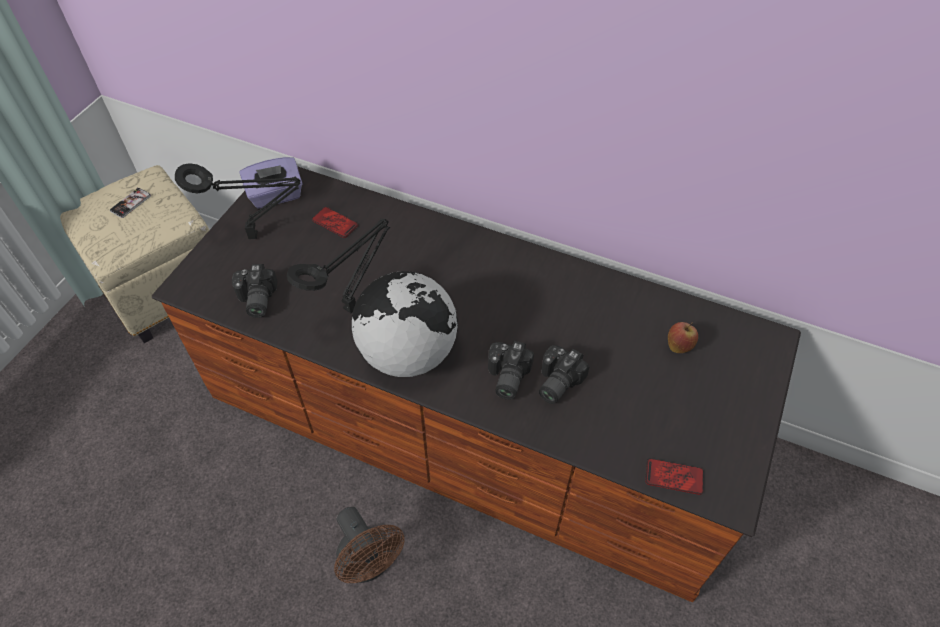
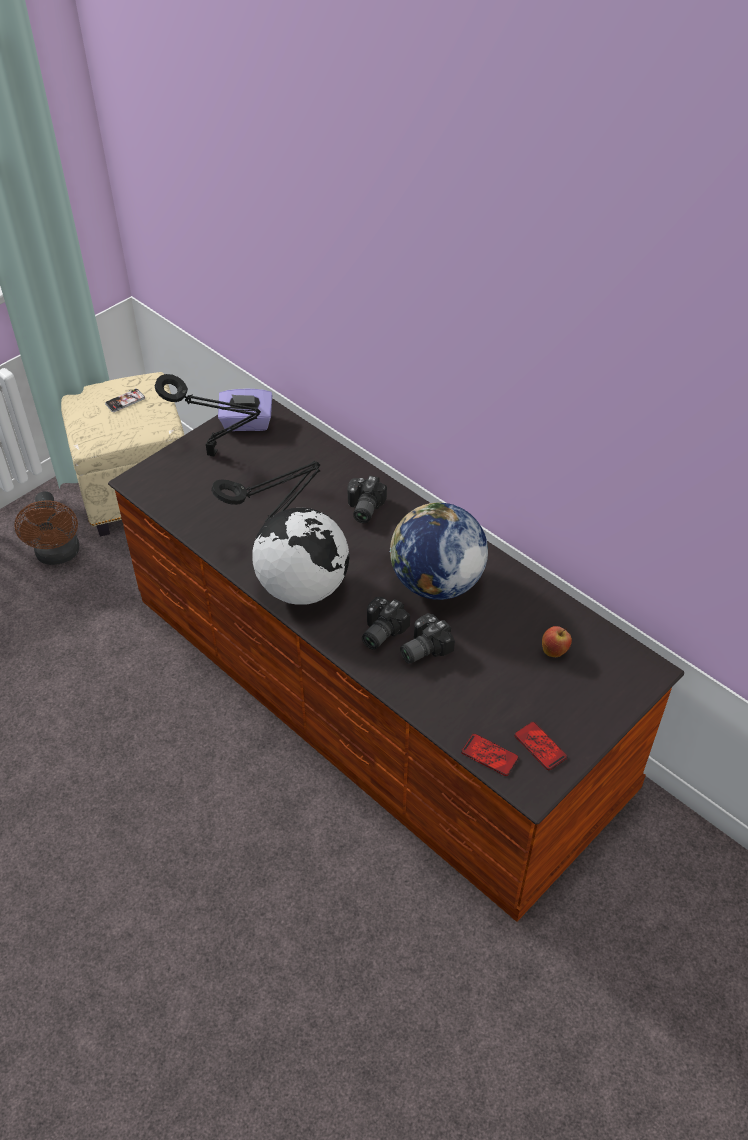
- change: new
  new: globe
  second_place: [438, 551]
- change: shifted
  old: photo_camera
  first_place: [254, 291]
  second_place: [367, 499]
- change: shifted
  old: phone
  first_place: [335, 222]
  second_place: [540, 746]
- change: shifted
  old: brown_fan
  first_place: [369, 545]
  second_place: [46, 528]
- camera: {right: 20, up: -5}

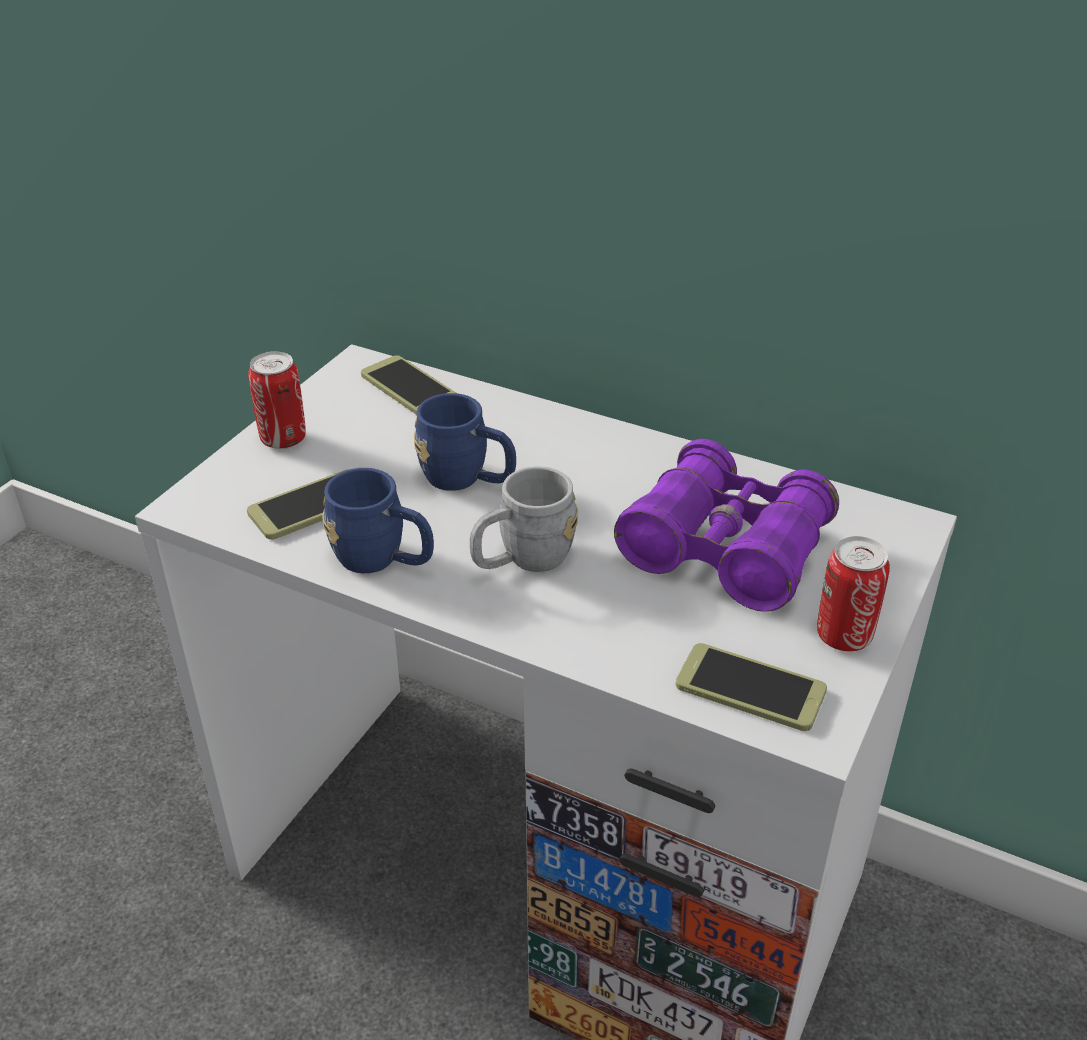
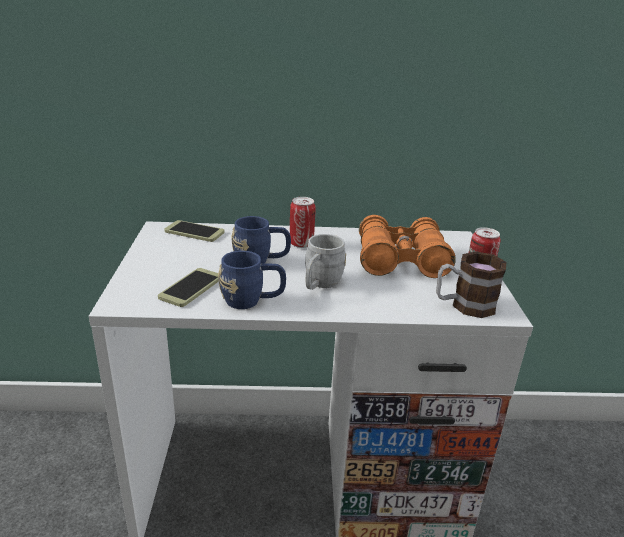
- change: shifted
  old: can
  first_place: [277, 400]
  second_place: [303, 222]
- change: swapped
  old: phone
  new: mug
  first_place: [751, 687]
  second_place: [471, 284]
- change: repainted
  old: purple_binoculars
  new: orange_binoculars
  first_place: [726, 525]
  second_place: [407, 246]
- camera: {right: -30, up: -10}

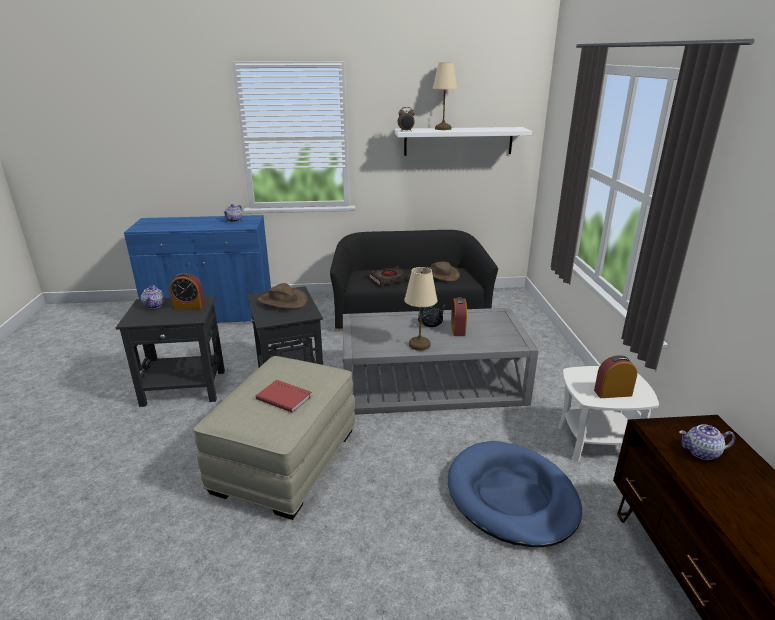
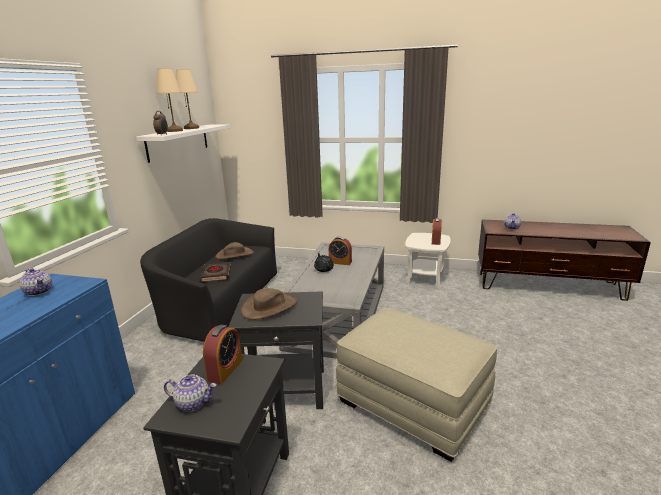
- change: gone
  old: red_book
  first_place: [284, 396]
- change: gone
  old: blue_dog_bed
  first_place: [515, 494]
- change: shifted
  old: beige_table_lamp
  first_place: [421, 309]
  second_place: [187, 99]
- camera: {right: -70, up: -5}

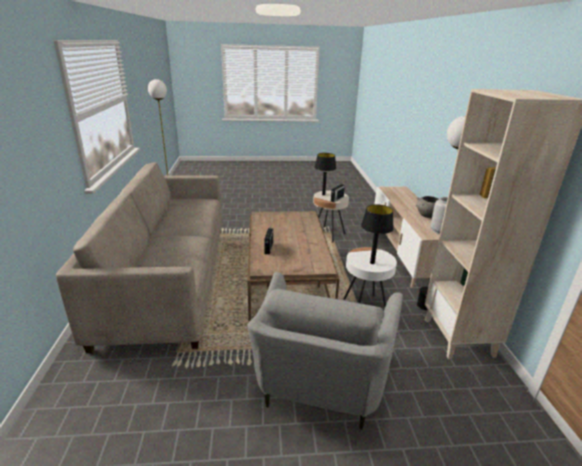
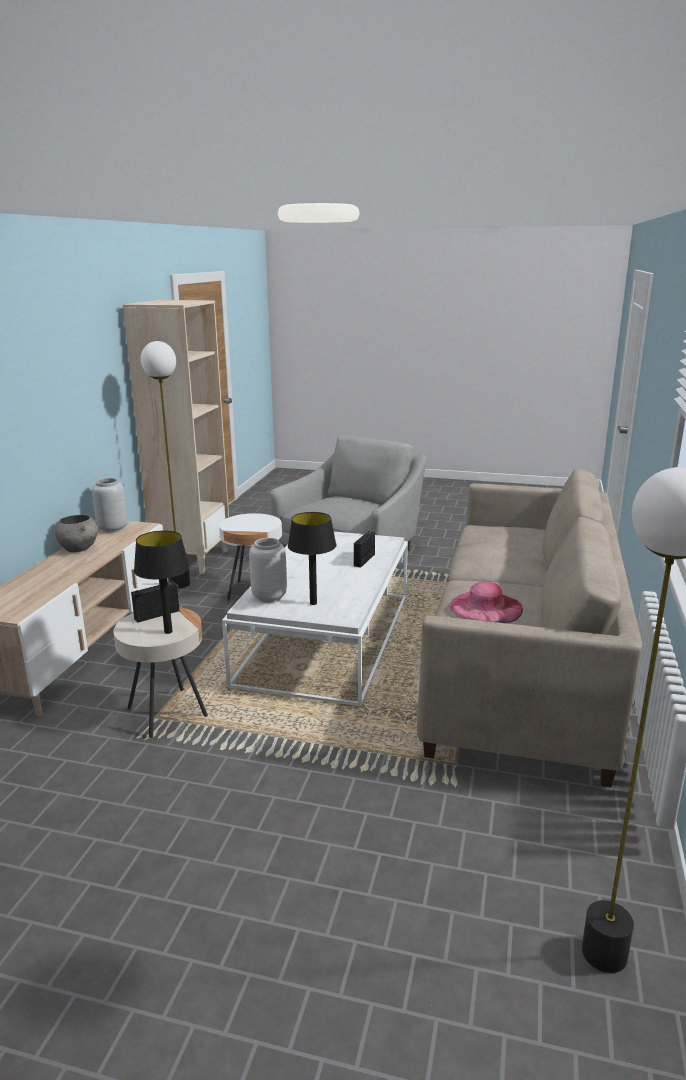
- change: new
  new: grey_vase
  second_place: [268, 570]
- change: new
  new: pink_hat
  second_place: [486, 602]
- change: shifted
  old: black_table_lamp
  first_place: [377, 234]
  second_place: [312, 558]
- change: repainted
  old: brown_coffee_table
  new: white_coffee_table
  first_place: [293, 266]
  second_place: [315, 619]
- camera: {right: -160, up: -5}

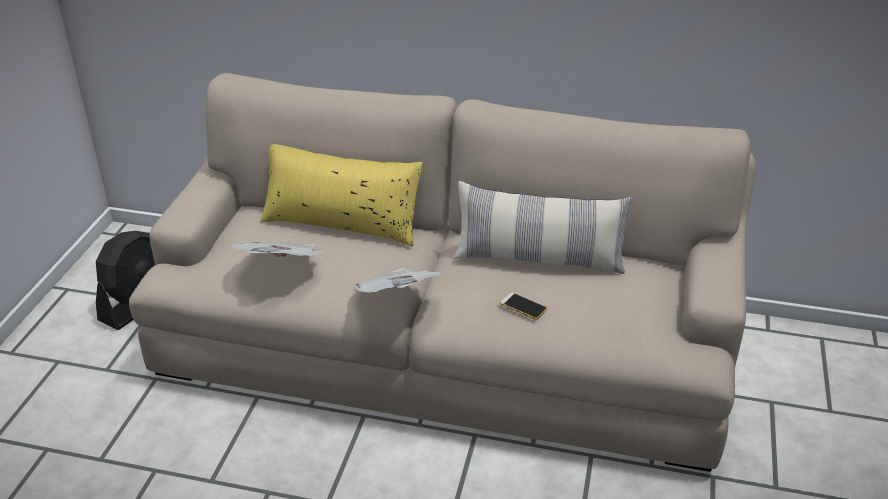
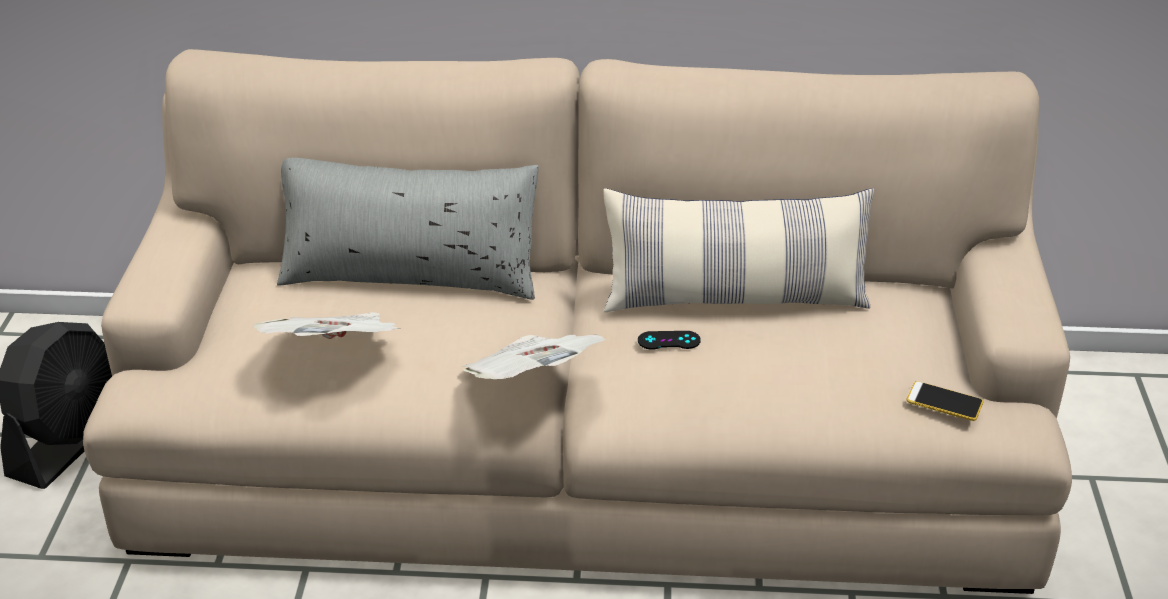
- change: new
  new: black_game_controller
  second_place: [669, 340]
- change: shifted
  old: phone
  first_place: [523, 306]
  second_place: [945, 401]
- change: repainted
  old: yellow_pillow
  new: grey_pillow
  first_place: [341, 195]
  second_place: [408, 229]
- camera: {right: -10, up: 0}

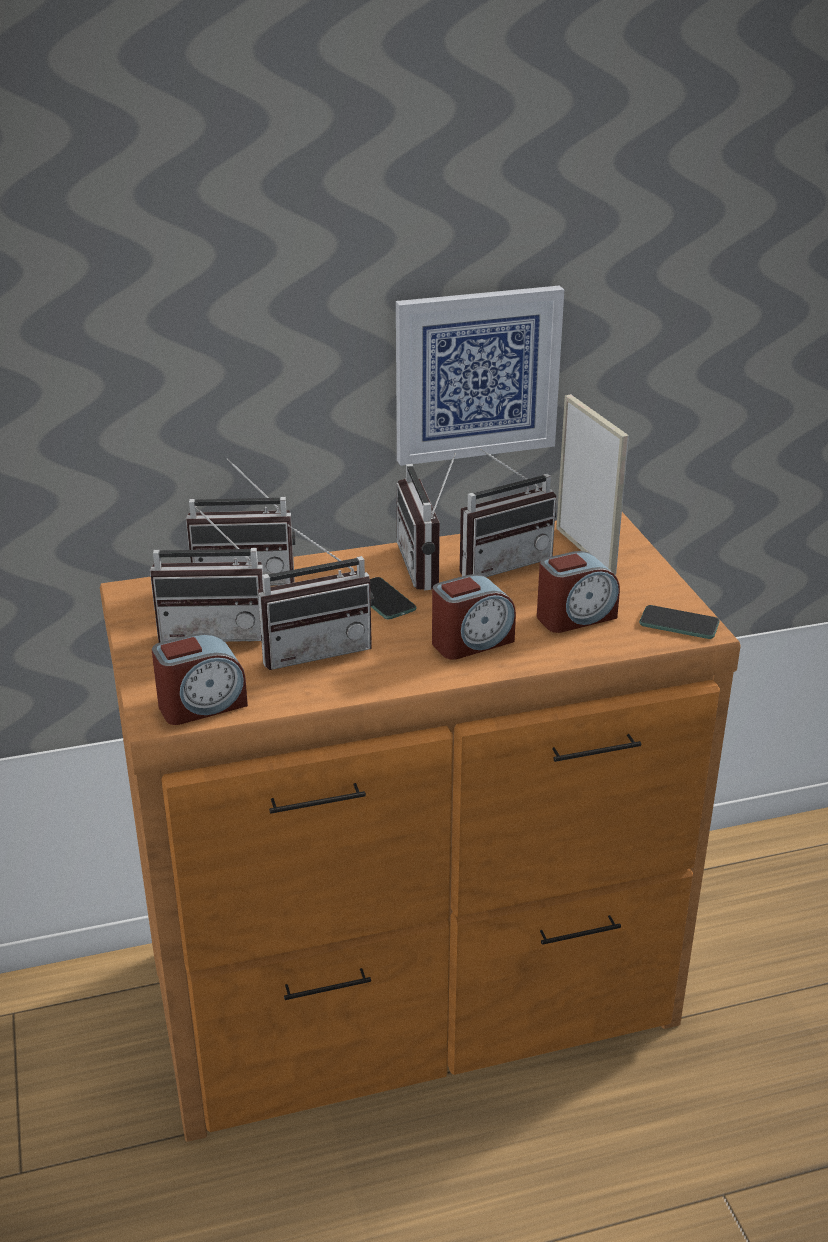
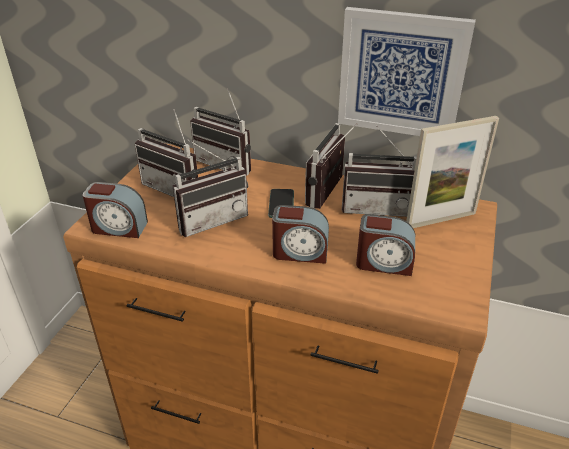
- change: gone
  old: phone
  first_place: [679, 622]
- change: rotated
  old: radio
  first_place: [316, 597]
  second_place: [210, 188]
  degrees: -45
- change: rotated
  old: picture_frame
  first_place: [592, 484]
  second_place: [452, 172]
  degrees: 60
- camera: {right: 35, up: 5}

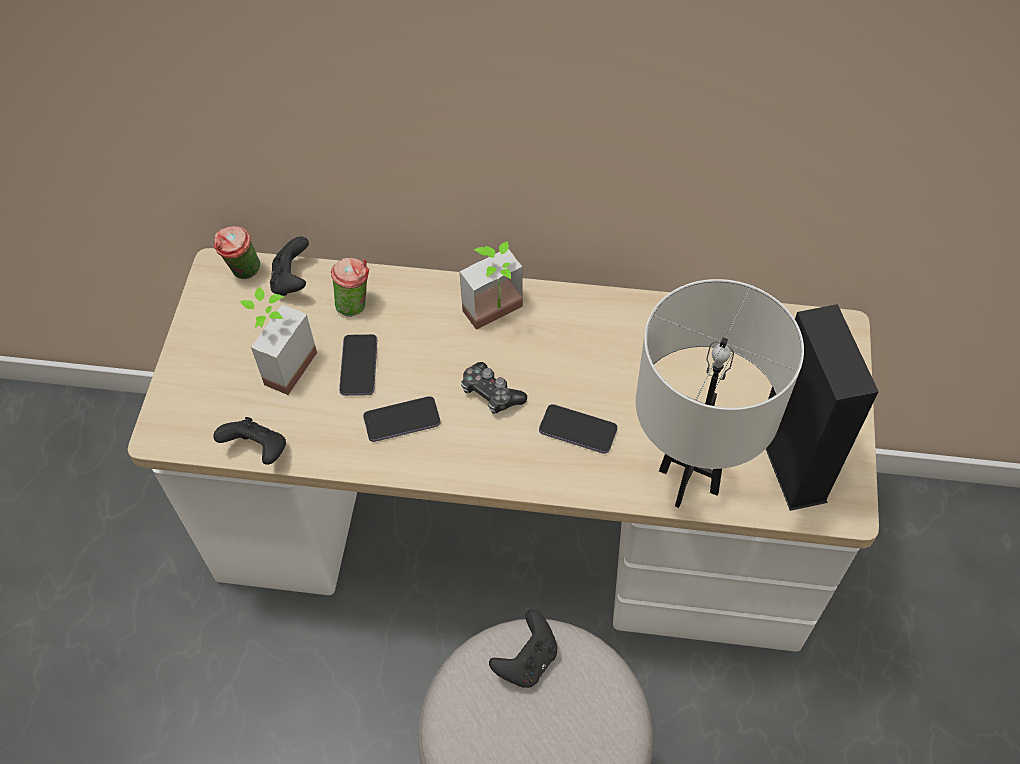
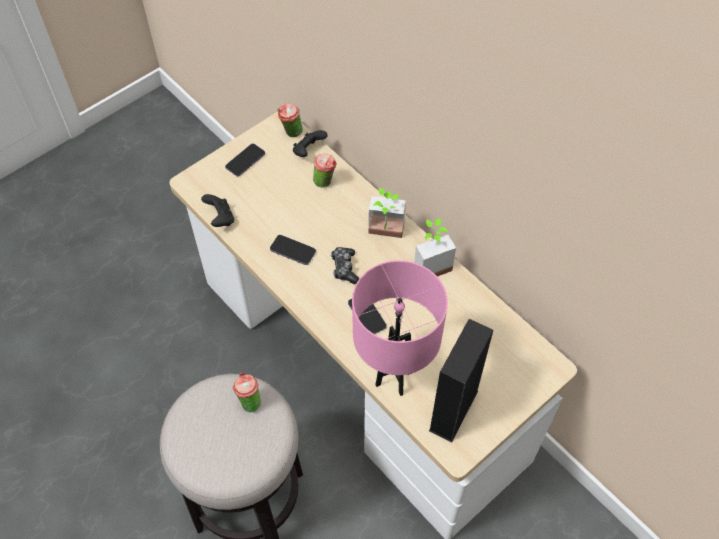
- change: shifted
  old: potted_plant
  first_place: [278, 341]
  second_place: [435, 247]
- change: shifted
  old: phone
  first_place: [358, 365]
  second_place: [245, 160]
- change: swapped
  old: black_game_controller
  new: cup
  first_place: [523, 649]
  second_place: [247, 392]
- change: repainted
  old: white_table_lamp
  new: pink_table_lamp
  first_place: [720, 393]
  second_place: [400, 328]
- camera: {right: 40, up: 0}

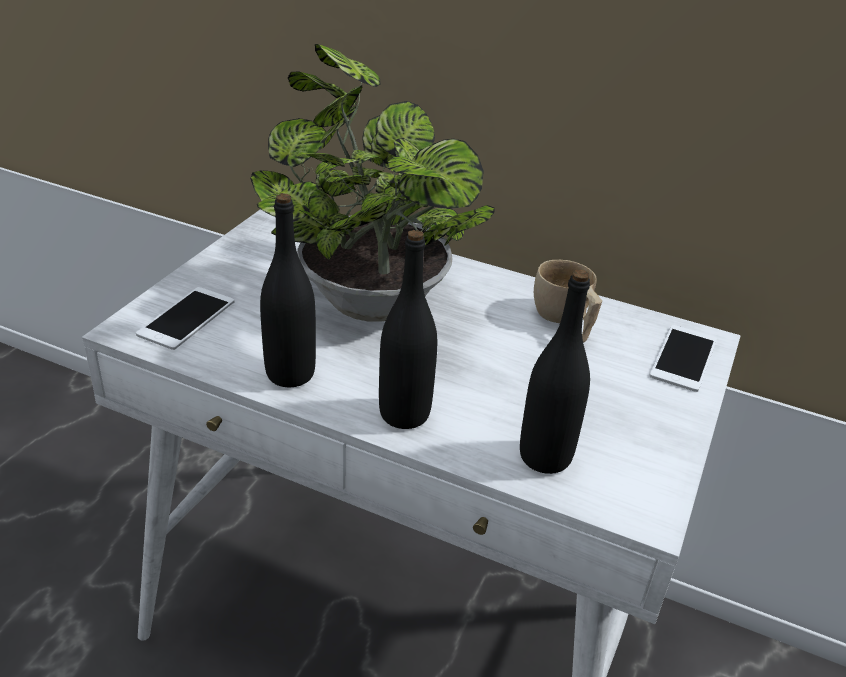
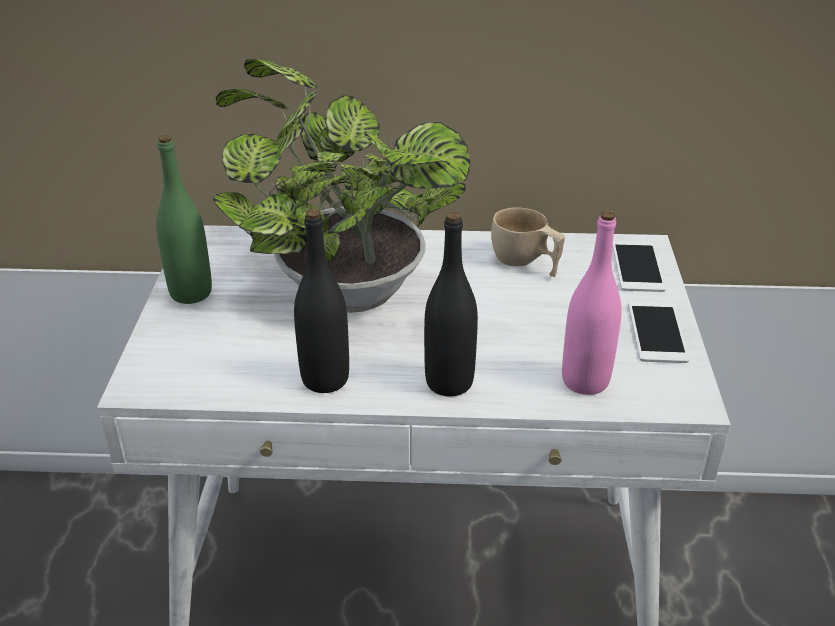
- change: new
  new: green_bottle
  second_place: [184, 219]
- change: shifted
  old: phone
  first_place: [185, 318]
  second_place: [658, 332]
- change: repainted
  old: black_bottle
  new: pink_bottle
  first_place: [555, 372]
  second_place: [592, 302]
- camera: {right: -20, up: 0}

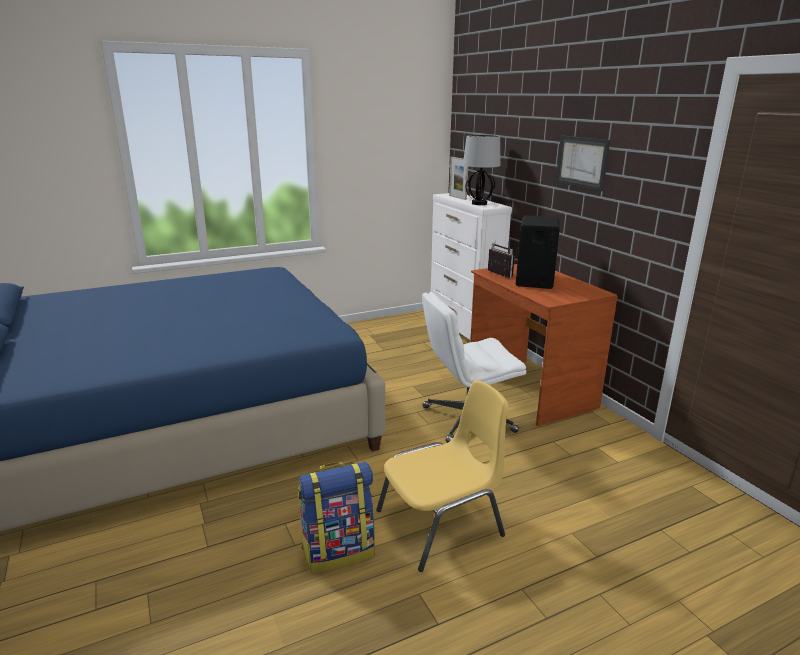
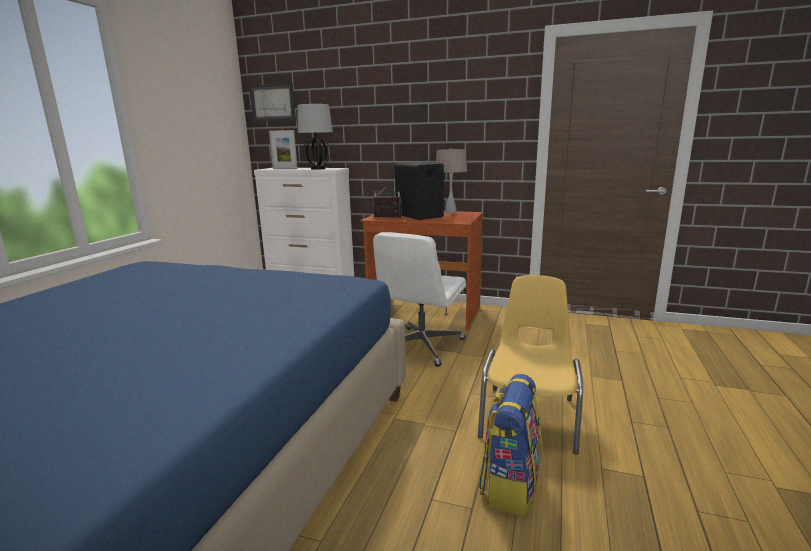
- change: new
  new: beige_table_lamp
  second_place: [451, 181]
- change: shifted
  old: picture
  first_place: [583, 163]
  second_place: [272, 102]
- camera: {right: -45, up: -5}

